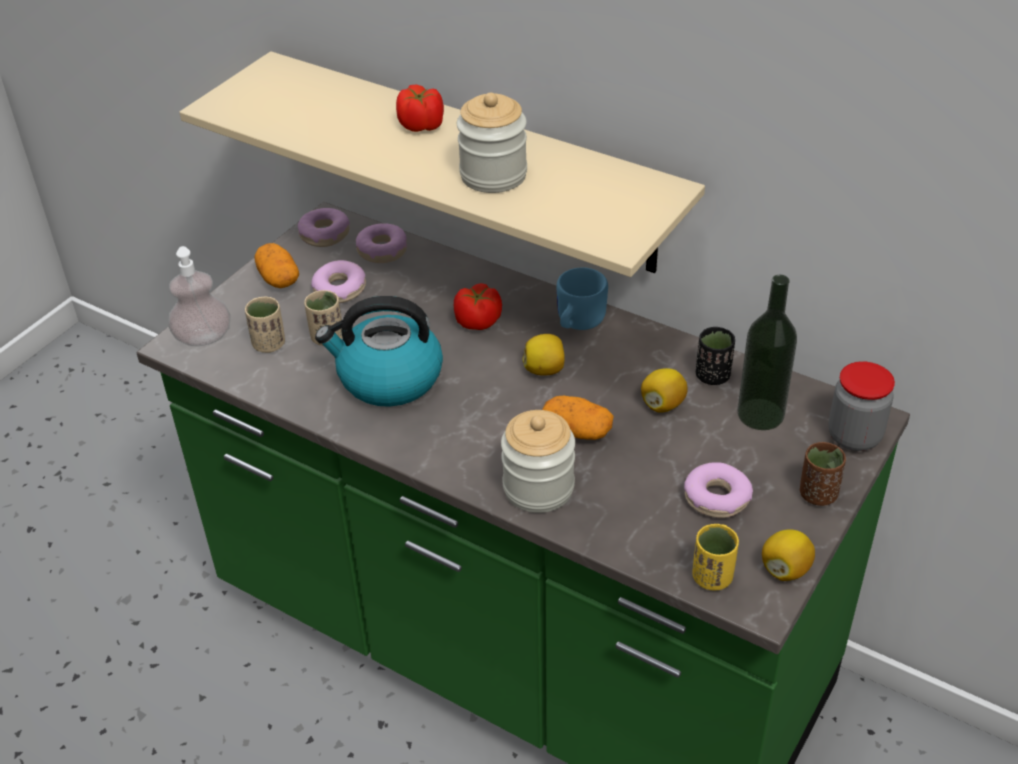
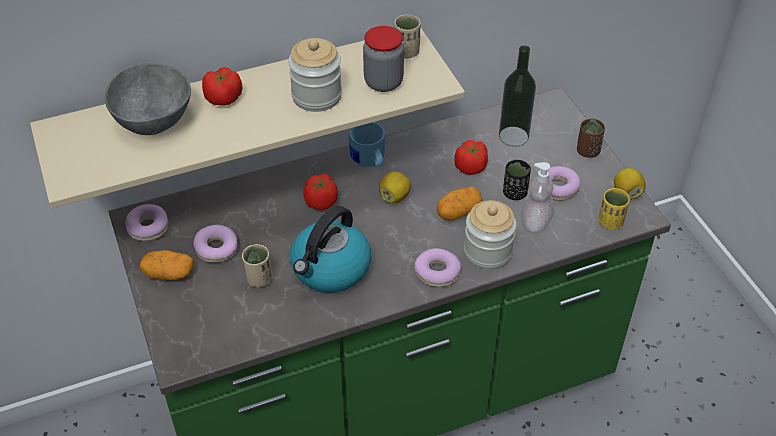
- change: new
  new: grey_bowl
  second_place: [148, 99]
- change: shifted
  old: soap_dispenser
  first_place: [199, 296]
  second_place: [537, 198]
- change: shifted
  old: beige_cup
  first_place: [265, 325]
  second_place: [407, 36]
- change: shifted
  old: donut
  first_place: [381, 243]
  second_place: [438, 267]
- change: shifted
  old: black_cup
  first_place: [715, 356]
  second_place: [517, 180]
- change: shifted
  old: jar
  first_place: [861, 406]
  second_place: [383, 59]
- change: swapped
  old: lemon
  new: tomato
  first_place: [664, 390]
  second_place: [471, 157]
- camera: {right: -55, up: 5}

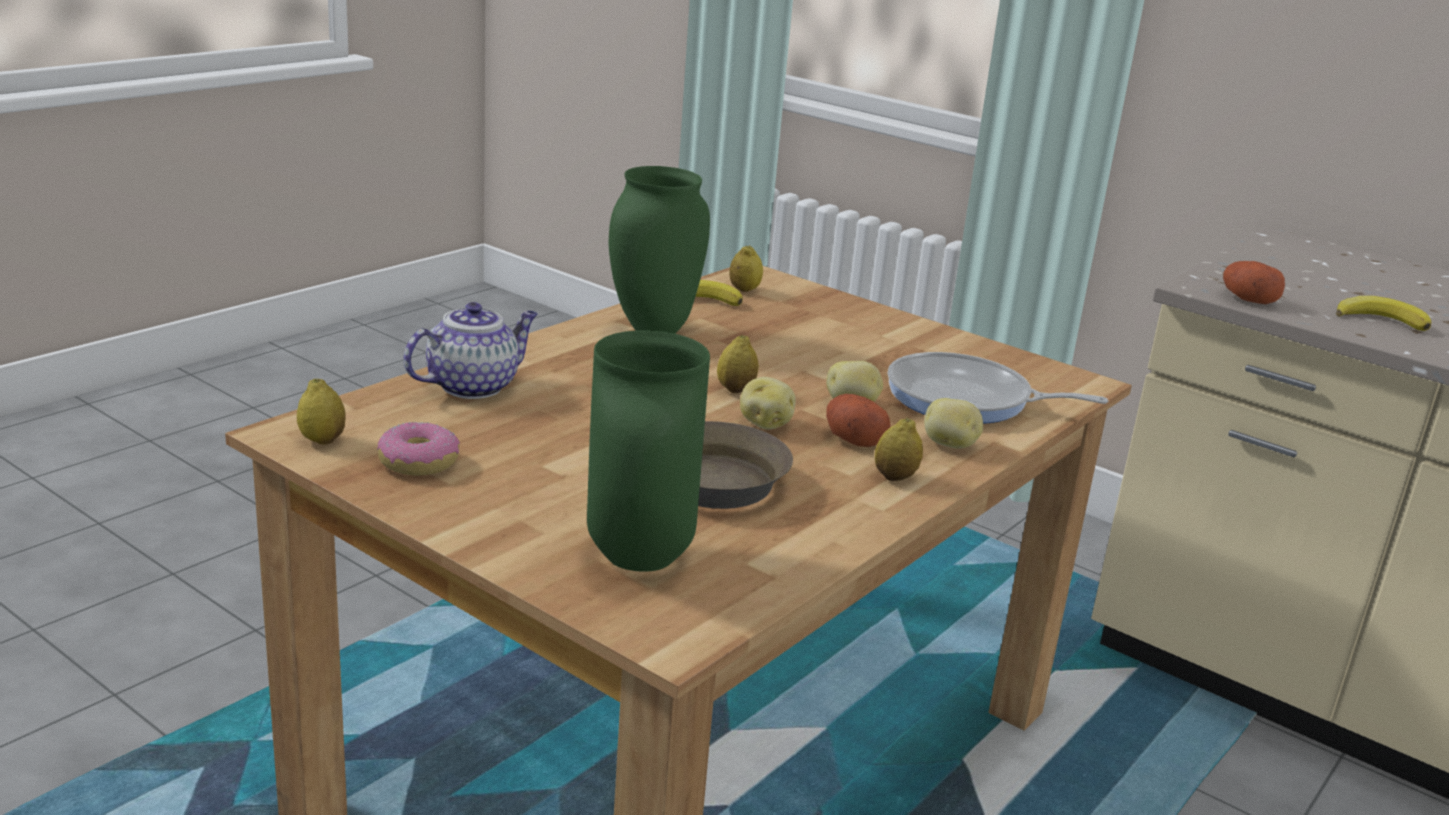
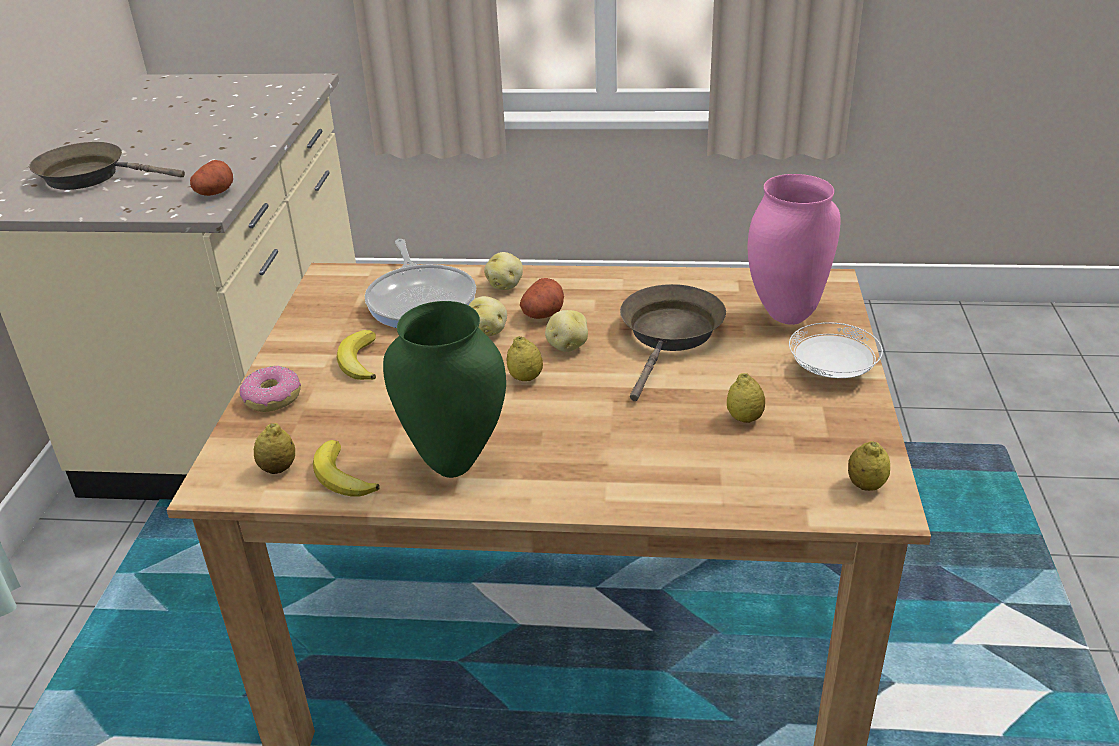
- change: gone
  old: teapot
  first_place: [471, 350]
- change: new
  new: brown_frying_pan
  second_place: [107, 166]
- change: new
  new: white_plate
  second_place: [836, 350]
- change: shifted
  old: donut
  first_place: [418, 448]
  second_place: [270, 389]
- change: shifted
  old: lemon
  first_place: [899, 449]
  second_place: [746, 398]
- change: shifted
  old: banana
  first_place: [1383, 313]
  second_place: [356, 355]
- change: repainted
  old: green_vase
  new: pink_vase
  first_place: [648, 451]
  second_place: [794, 249]
- camera: {right: -120, up: 10}

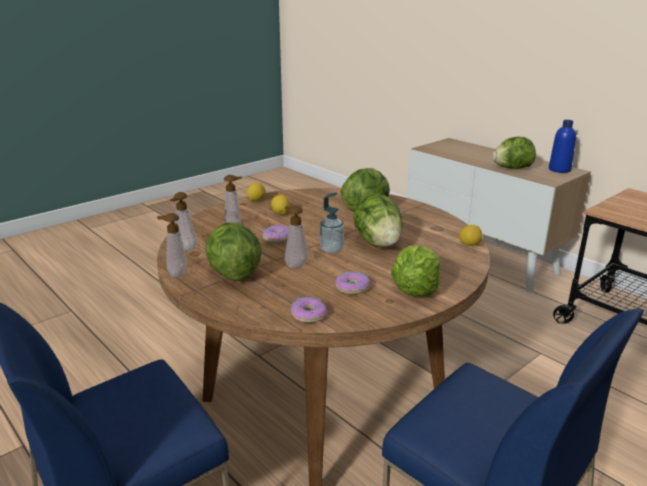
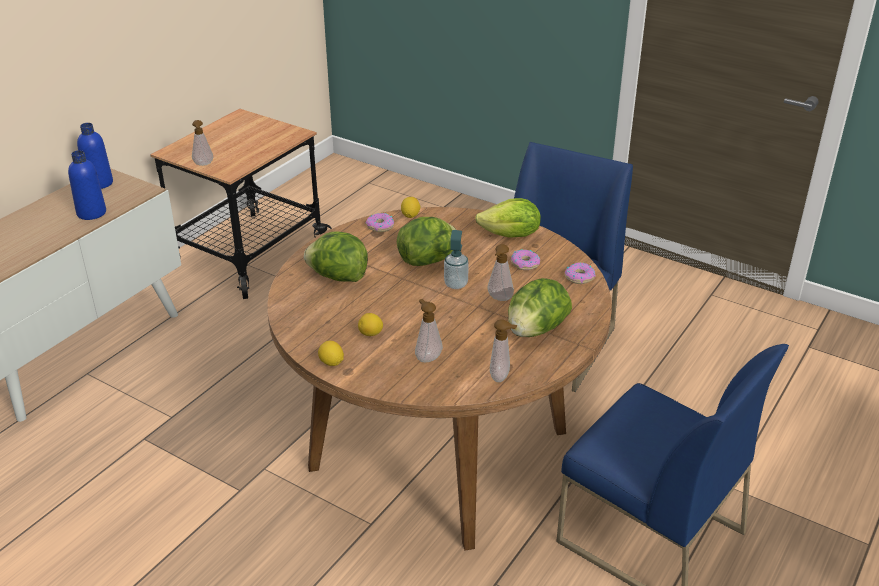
- change: shifted
  old: soap_dispenser
  first_place: [172, 245]
  second_place: [202, 143]
- change: shifted
  old: donut
  first_place: [276, 234]
  second_place: [380, 222]
- change: swapped
  old: lettuce
  new: blue_bottle
  first_place: [514, 153]
  second_place: [87, 185]
- camera: {right: -105, up: 10}

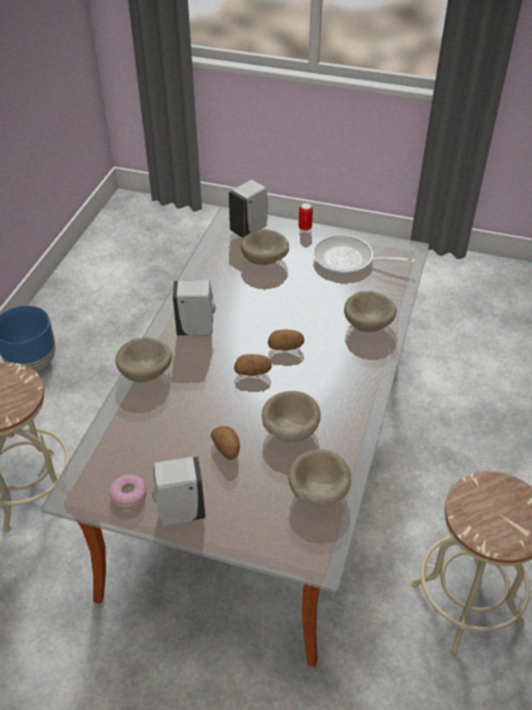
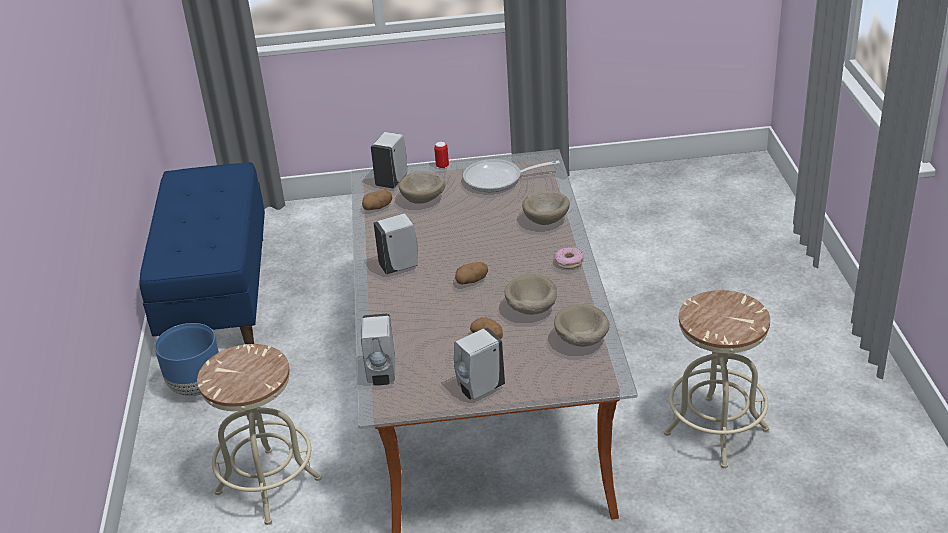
- change: gone
  old: beige_bowl
  first_place: [144, 359]
- change: new
  new: blue_bench
  second_place: [202, 253]
- change: new
  new: white_soap_dispenser
  second_place: [378, 349]
- change: shifted
  old: donut
  first_place: [128, 491]
  second_place: [569, 258]
- change: shifted
  old: potato
  first_place: [286, 340]
  second_place: [377, 200]
- camera: {right: -20, up: -10}

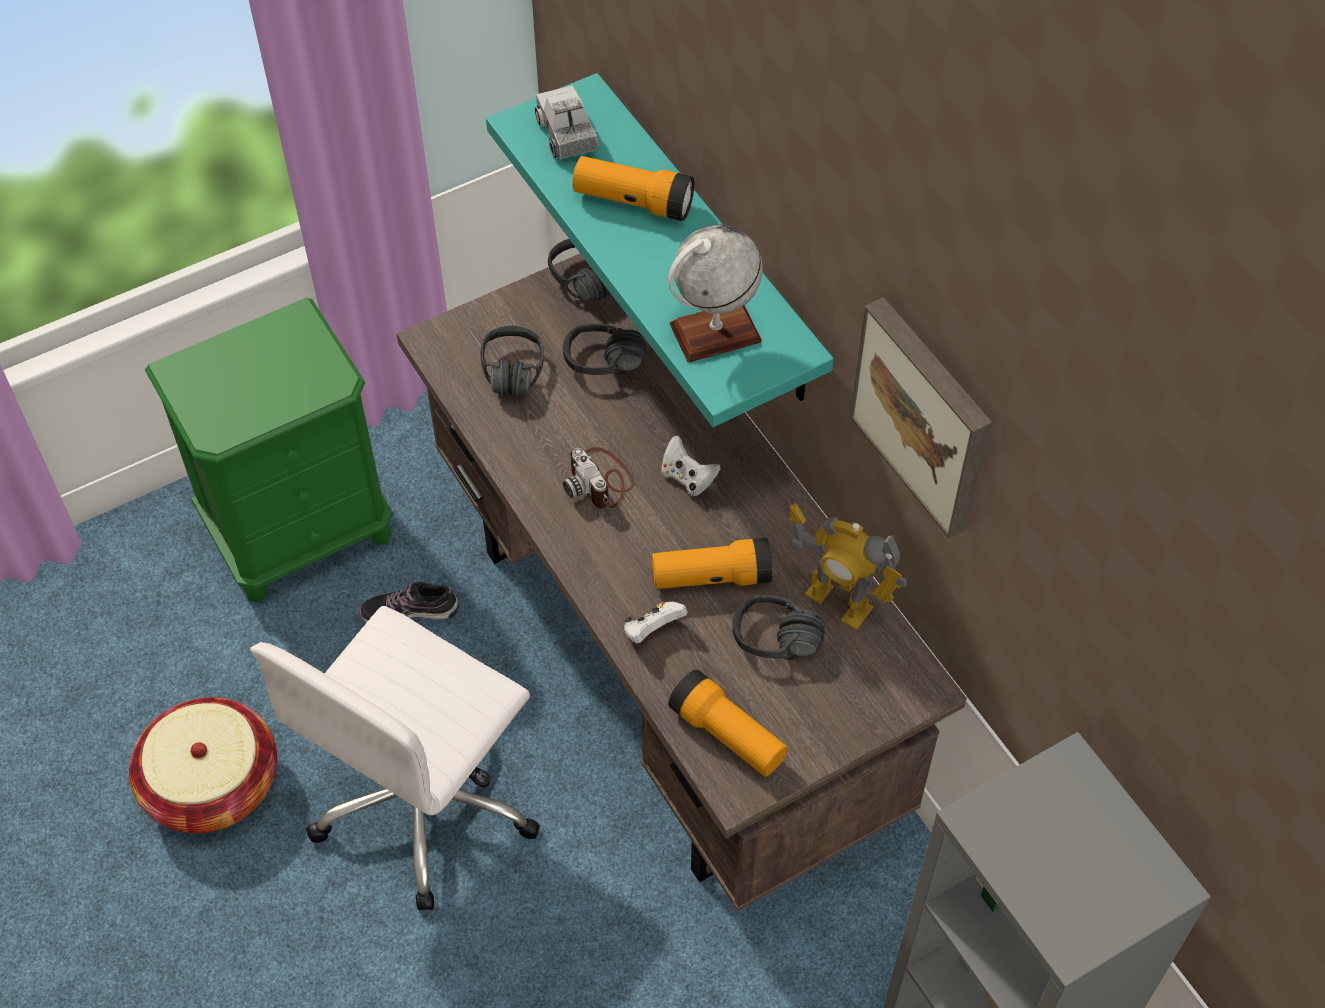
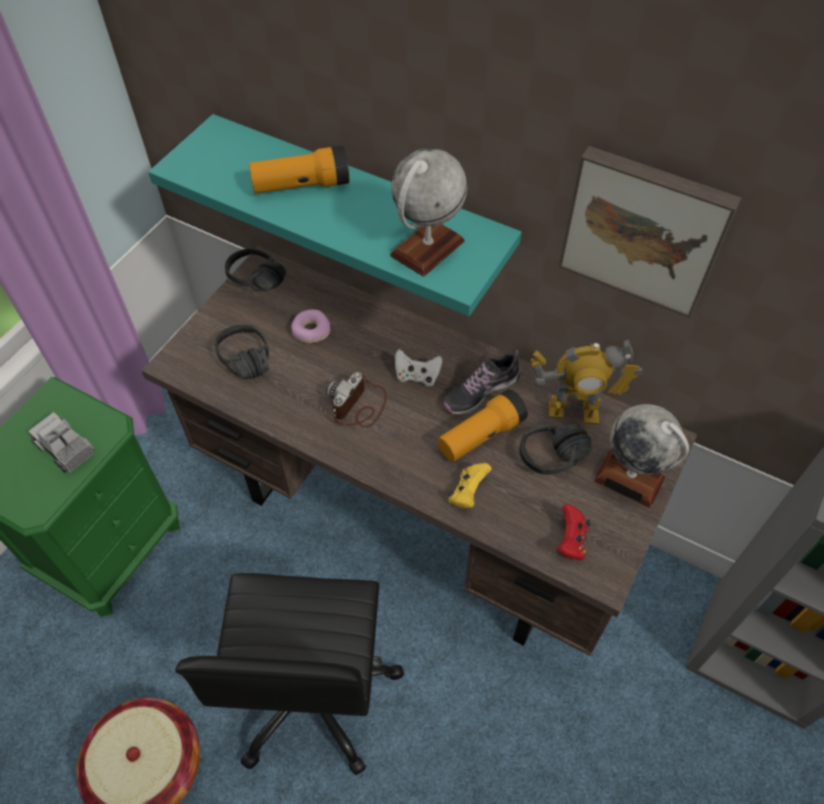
- change: new
  new: globe
  second_place: [641, 456]
- change: shifted
  old: shoe
  first_place: [409, 602]
  second_place: [482, 382]
- change: shifted
  old: toy_truck
  first_place: [567, 122]
  second_place: [61, 442]
- change: swapped
  old: black_headphones
  new: donut
  first_place: [604, 350]
  second_place: [310, 326]
- change: swapped
  old: flashlight
  new: red_game_controller
  first_place: [728, 723]
  second_place: [574, 532]
- change: repainted
  old: white_office_chair
  new: black_office_chair
  first_place: [395, 758]
  second_place: [289, 674]
- change: repainted
  old: white_game_controller
  new: yellow_game_controller
  first_place: [656, 622]
  second_place: [470, 485]
- change: rotated
  old: photo_camera
  first_place: [599, 477]
  second_place: [356, 400]
  degrees: 90
- camera: {right: -30, up: 0}

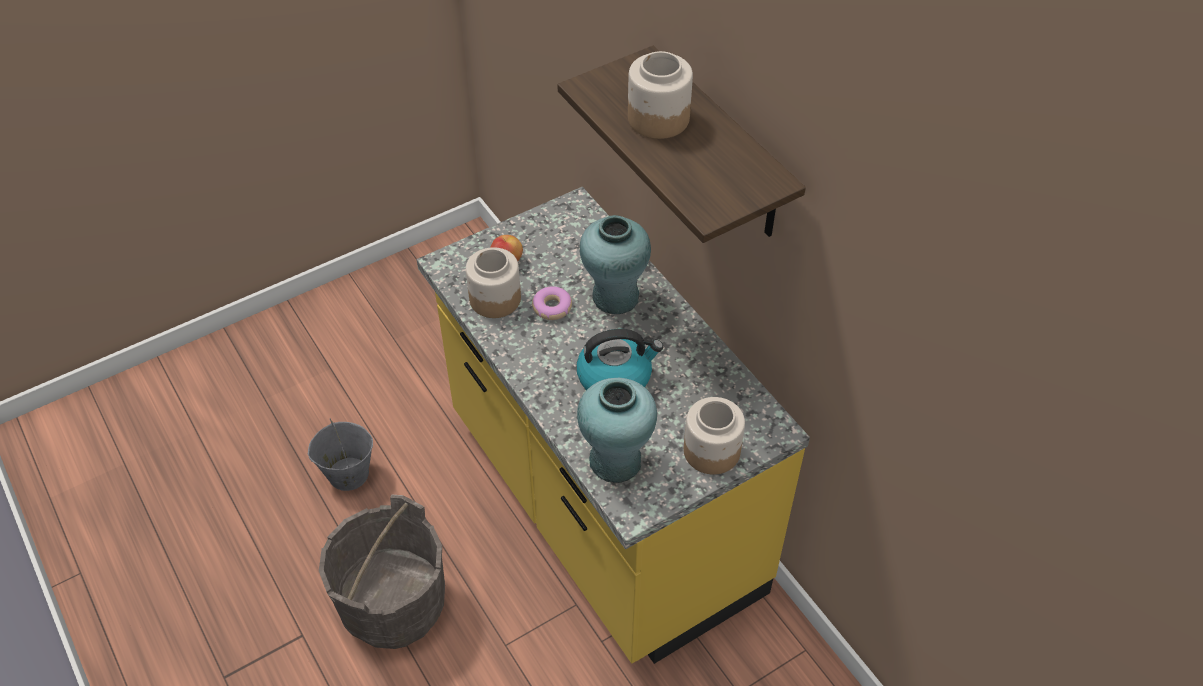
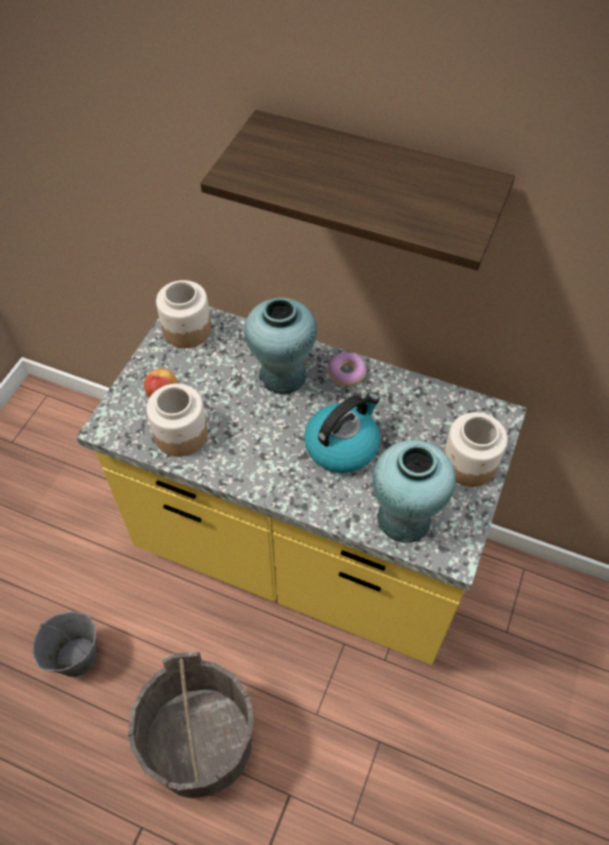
- change: shifted
  old: donut
  first_place: [552, 303]
  second_place: [347, 369]
- change: shifted
  old: jar
  first_place: [660, 95]
  second_place: [183, 314]
- camera: {right: -35, up: 5}

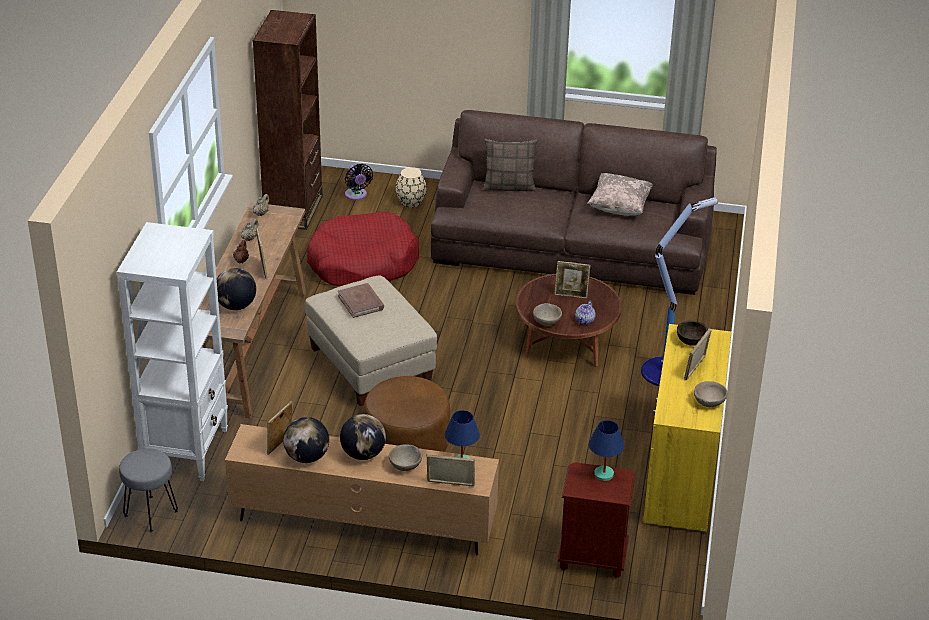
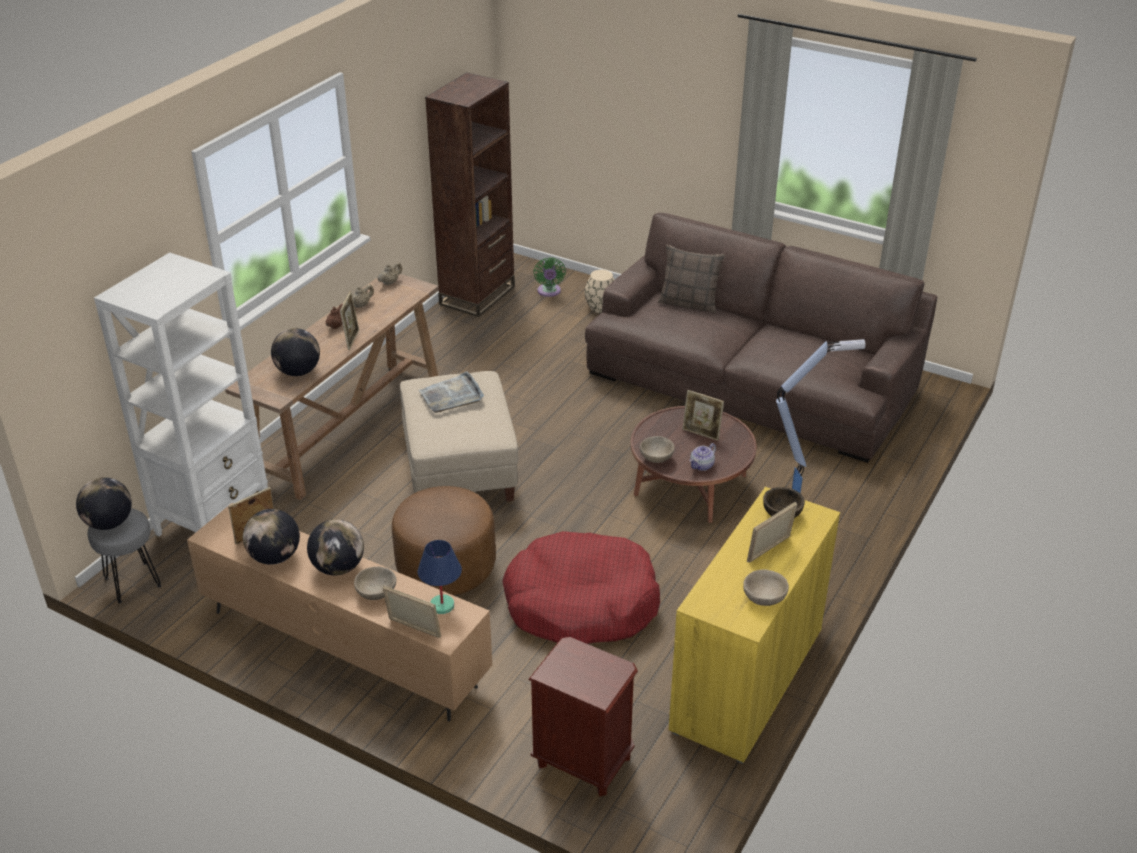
- change: gone
  old: beige_pillow
  first_place: [620, 194]
- change: gone
  old: blue_table_lamp
  first_place: [606, 450]
- change: new
  new: globe
  second_place: [104, 503]
- change: shifted
  old: red_dog_bed
  first_place: [363, 249]
  second_place: [581, 587]
- change: swapped
  old: brown_book
  new: grey_tray
  first_place: [361, 300]
  second_place: [451, 392]
- change: repainted
  old: black_fan
  new: green_fan
  first_place: [359, 182]
  second_place: [550, 277]
- camera: {right: 20, up: 0}

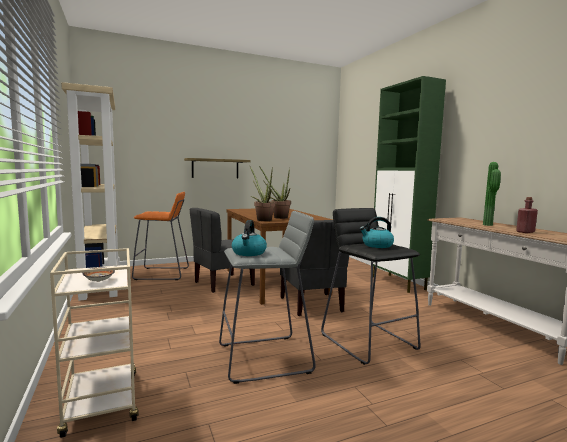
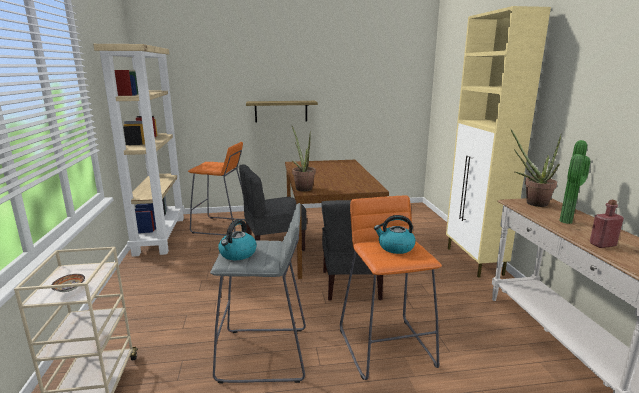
- change: shifted
  old: potted_plant
  first_place: [275, 192]
  second_place: [536, 168]
- change: repainted
  old: black_stool
  new: orange_stool
  first_place: [371, 286]
  second_place: [391, 288]
- change: repainted
  old: green_cabinet
  new: beige_cabinet
  first_place: [409, 184]
  second_place: [498, 142]
- camera: {right: 15, up: 10}

